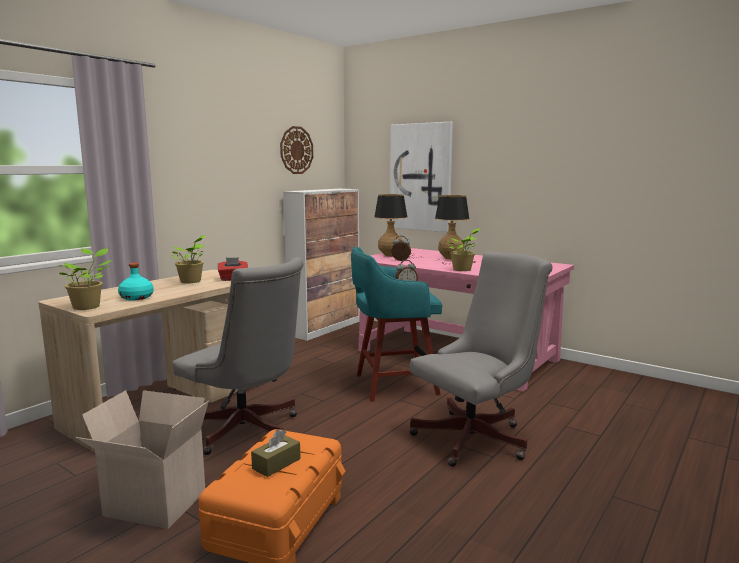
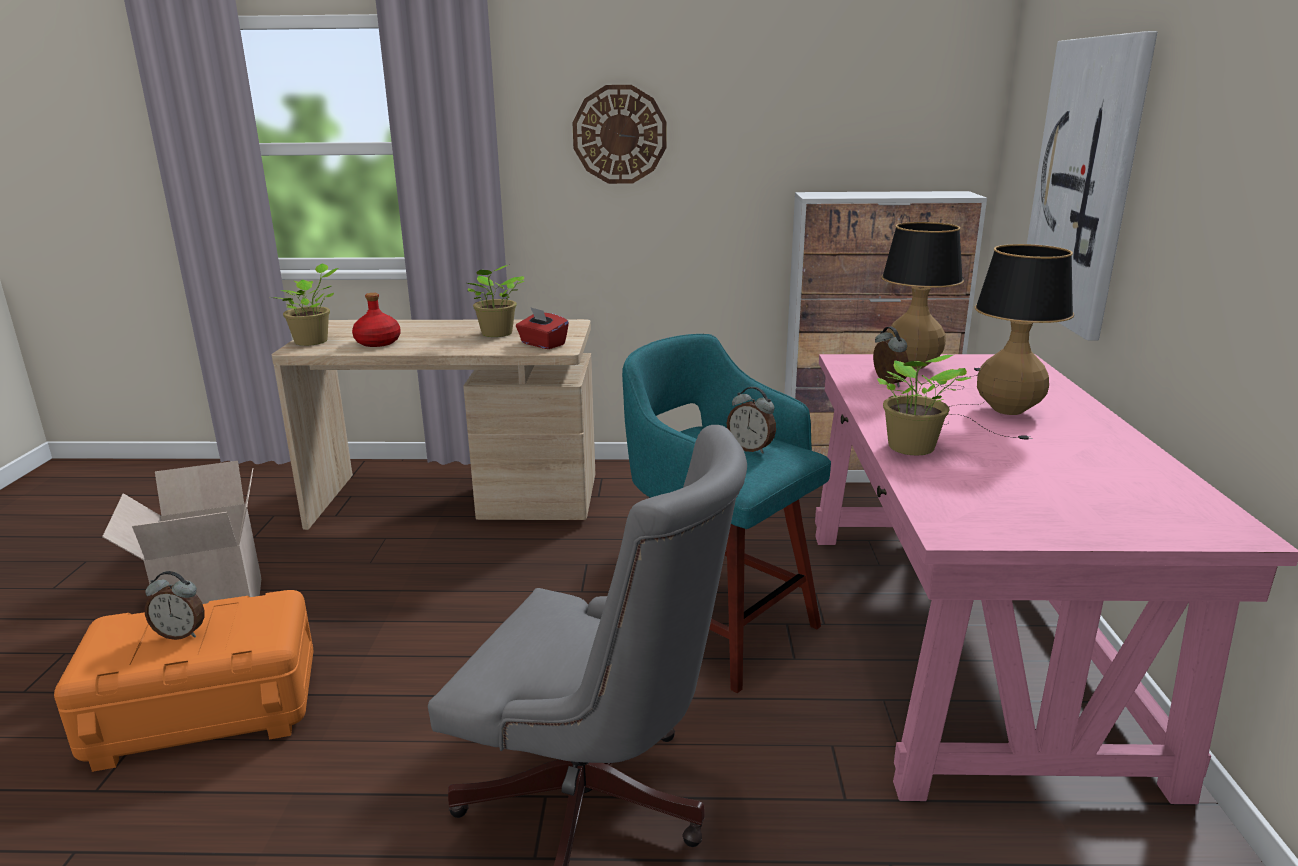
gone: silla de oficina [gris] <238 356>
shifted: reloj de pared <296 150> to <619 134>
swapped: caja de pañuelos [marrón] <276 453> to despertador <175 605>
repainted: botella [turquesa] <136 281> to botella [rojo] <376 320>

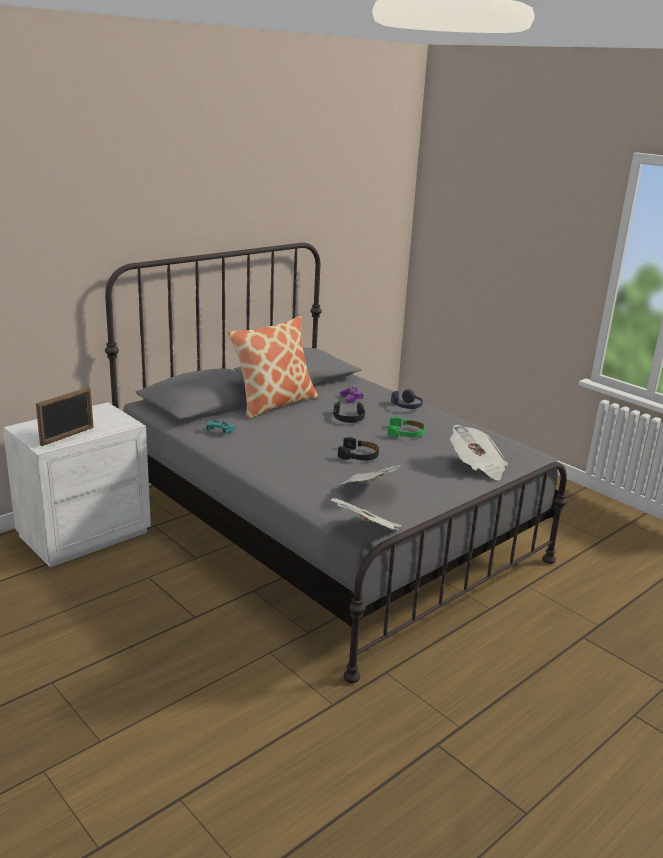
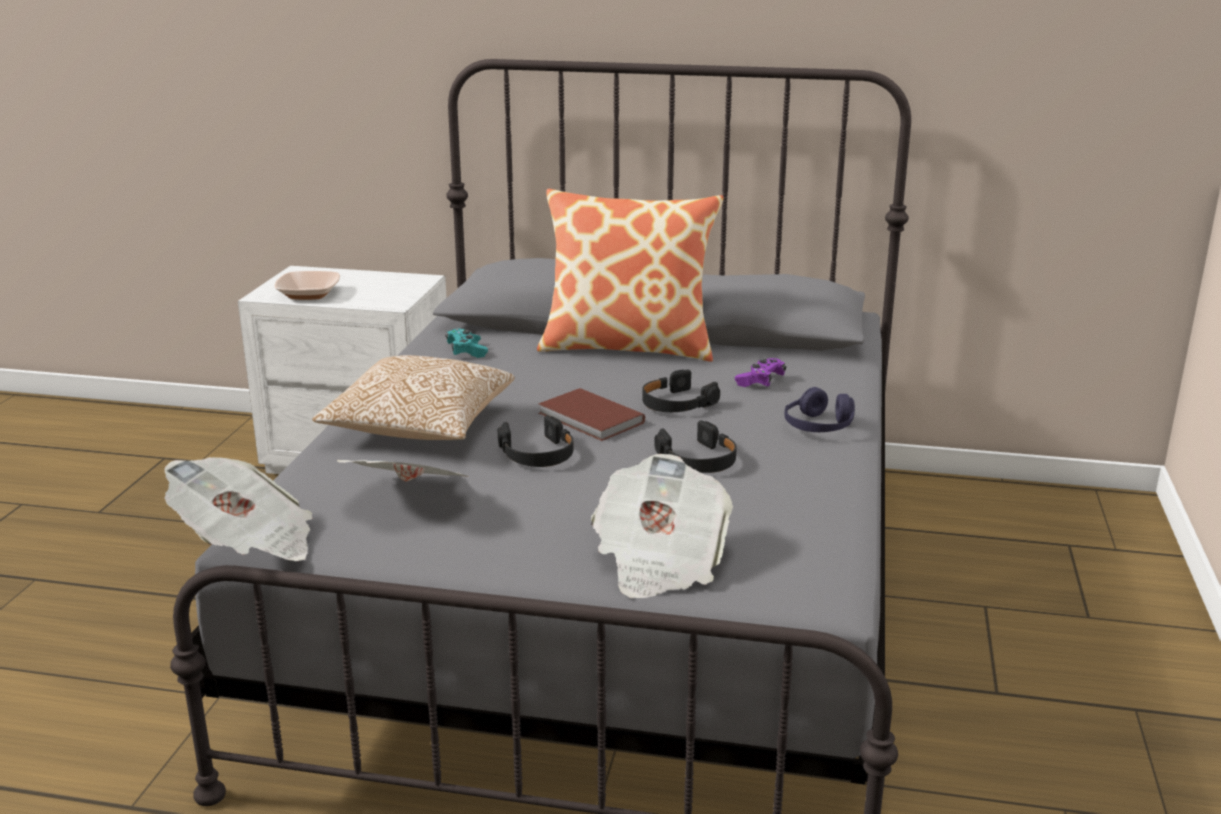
new: cojín <413 397>; libro [marrón] <591 414>
swapped: portarretratos <65 416> to cuenco <307 285>
repainted: auriculares [verde] <406 427> to auriculares [negro] <695 446>

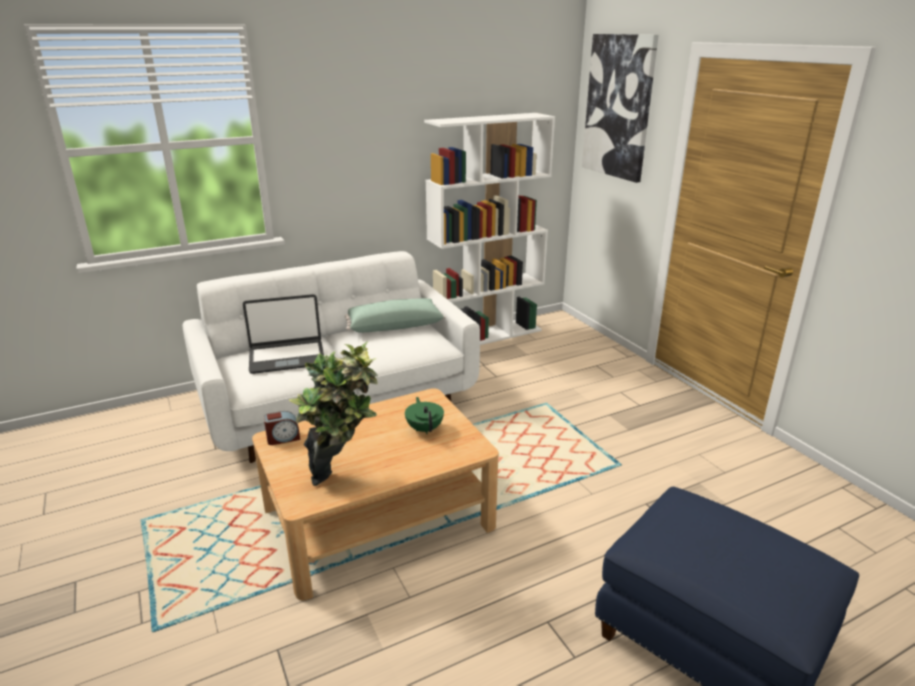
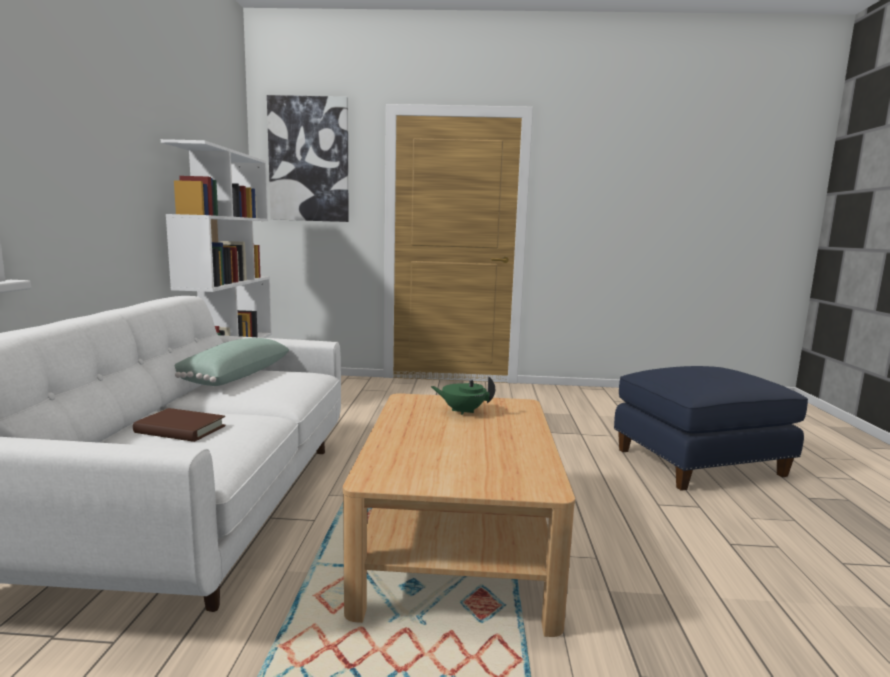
gone: despertador <282 428>; planta en maceta <333 413>
swapped: portátil <283 334> to libro [marrón] <179 425>

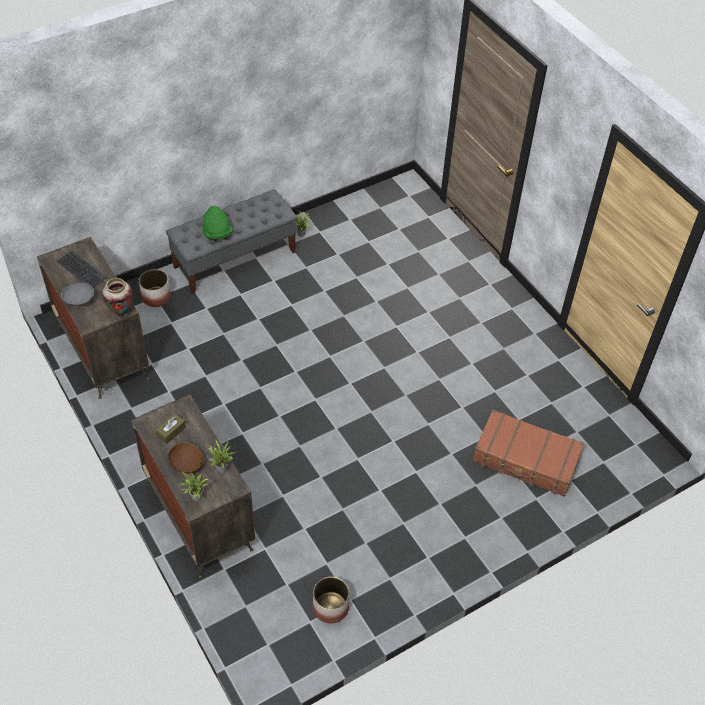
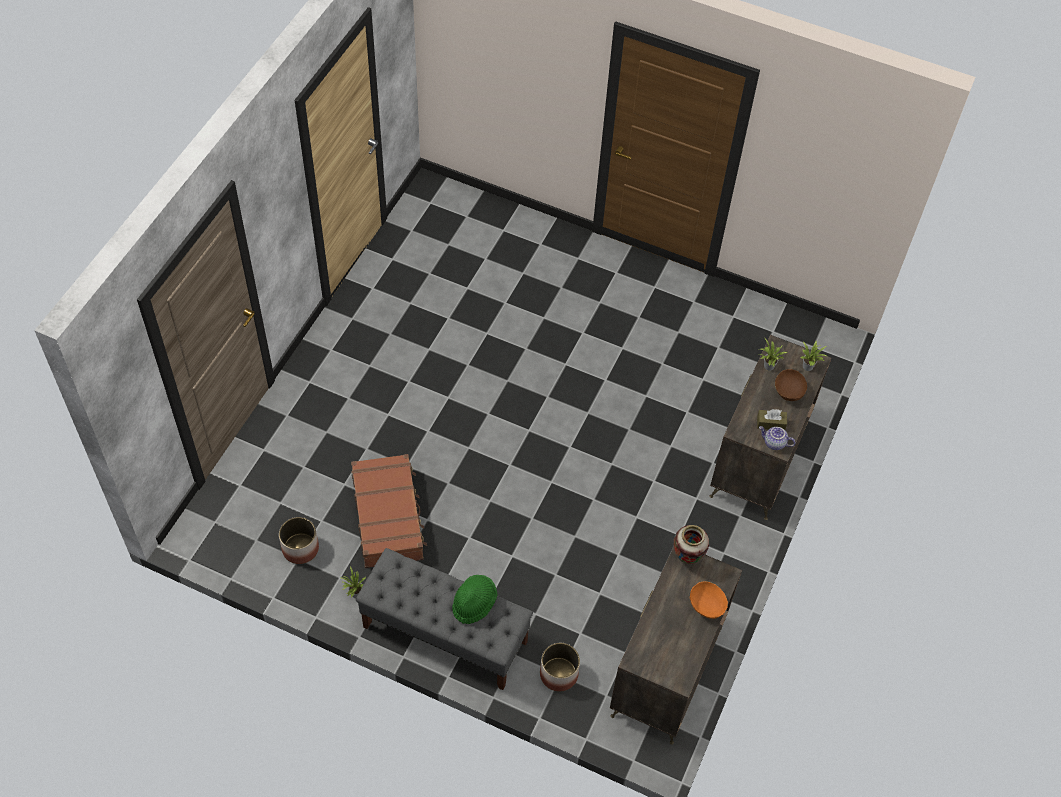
gone: teclado <82 269>
new: tetera <777 438>
shifted: maceta <331 600> to <299 540>; maleta [marrón] <528 453> to <389 511>
repainted: cuenco [gris] <77 294> to cuenco [naranja] <709 600>

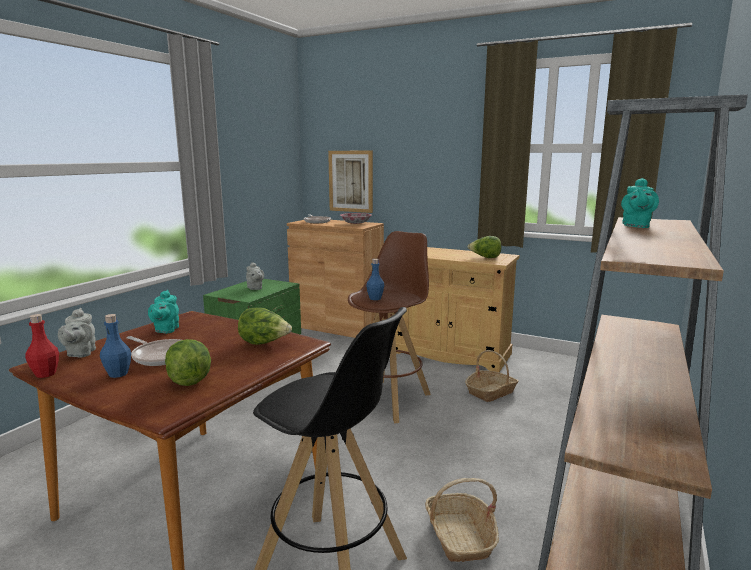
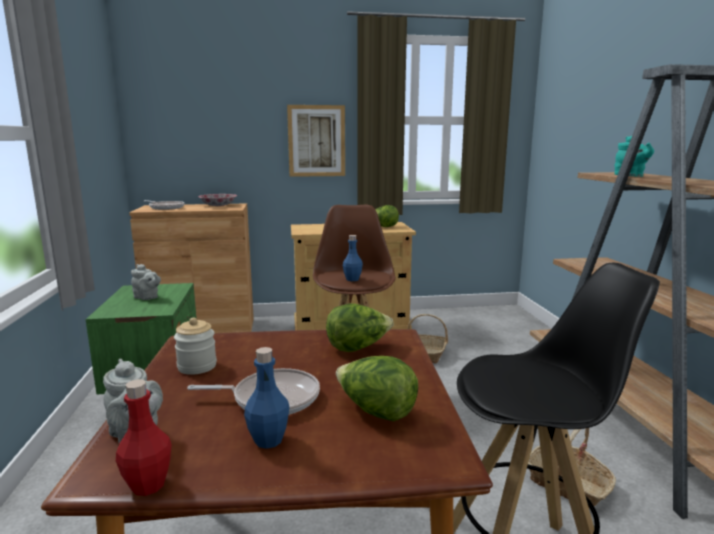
shifted: cuadro <350 182> to <316 141>
swapped: tetera [turquesa] <163 311> to tarro <195 346>

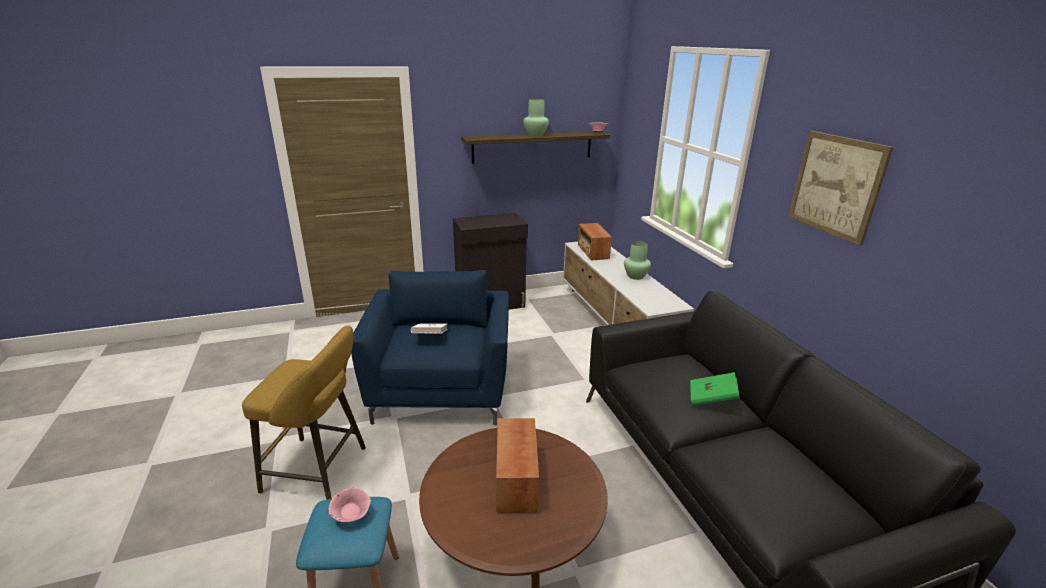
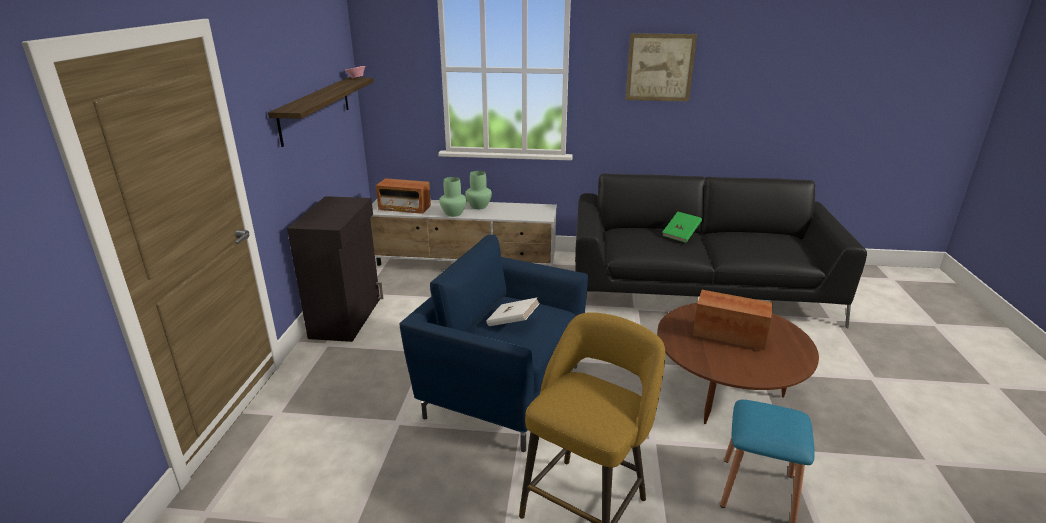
gone: cuenco [rosa] <349 505>
shifted: florero [verde] <536 118> to <453 197>

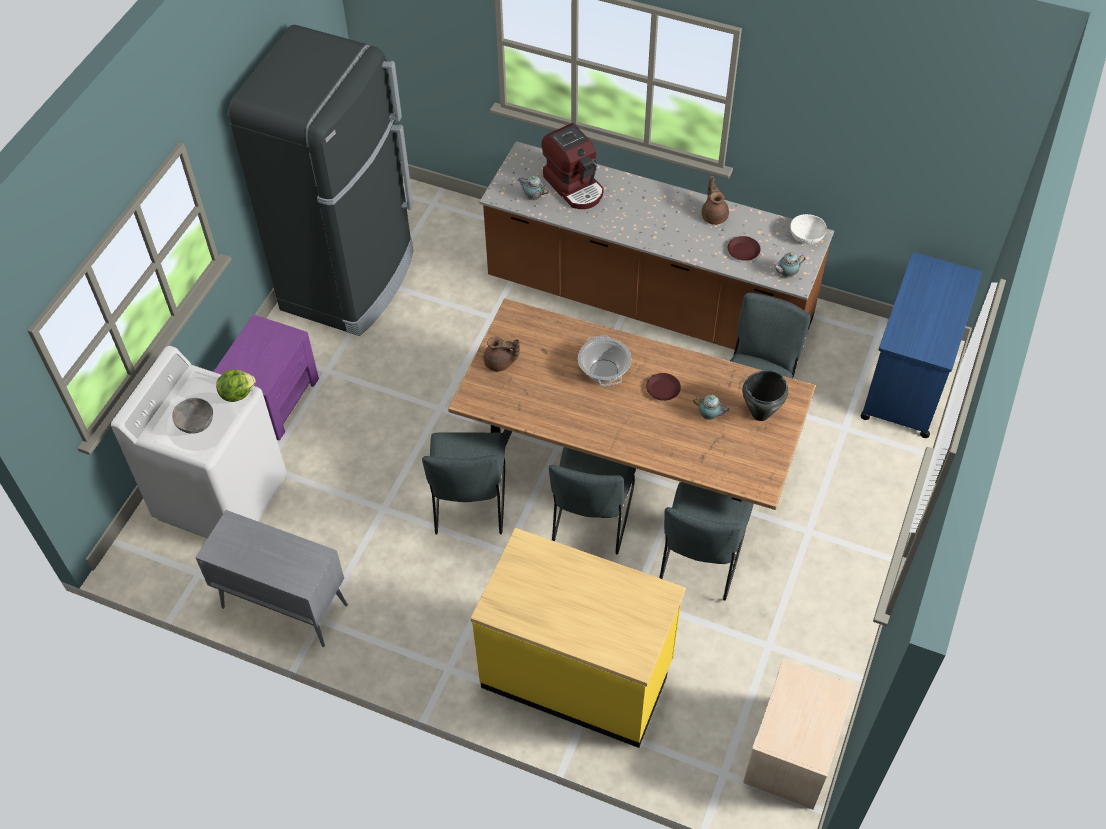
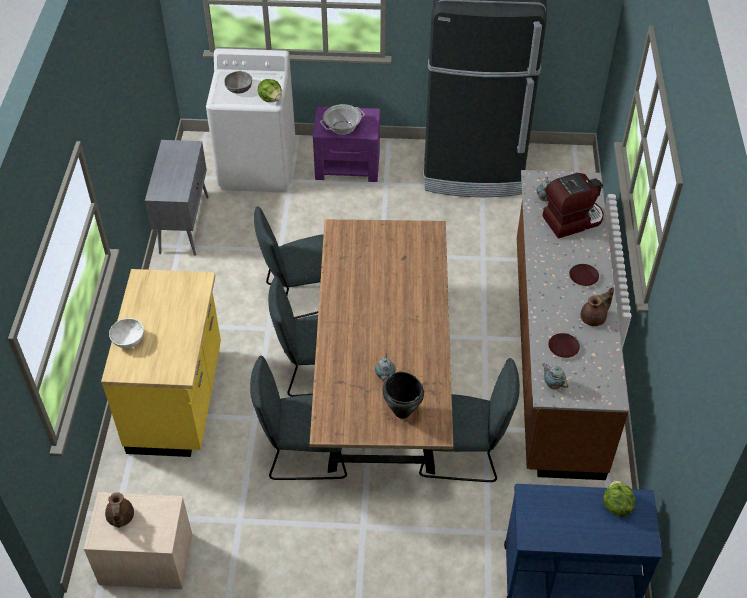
new: lechuga <619 498>
shifted: tetera [marrón] <502 353> to <119 510>; olla <604 360> to <342 119>; plato [marrón] <663 387> to <584 275>; cuenco [blanco] <808 229> to <126 333>
rotated: cafetera <573 166> = <572 206> 150 degrees counterclockwise

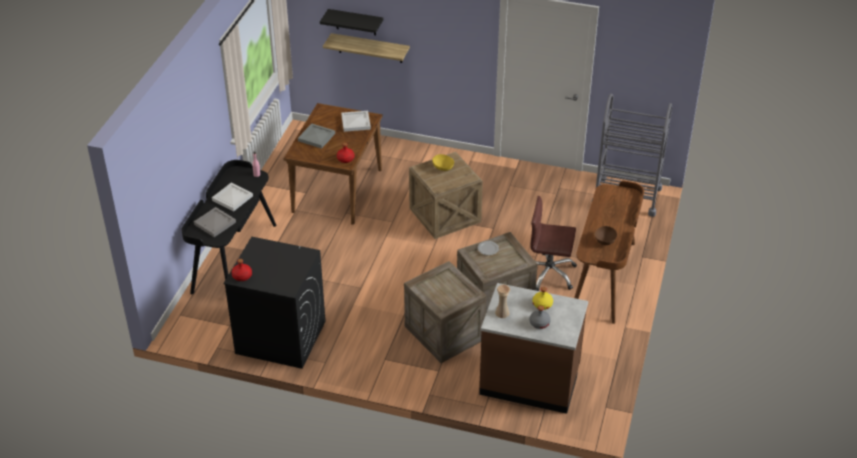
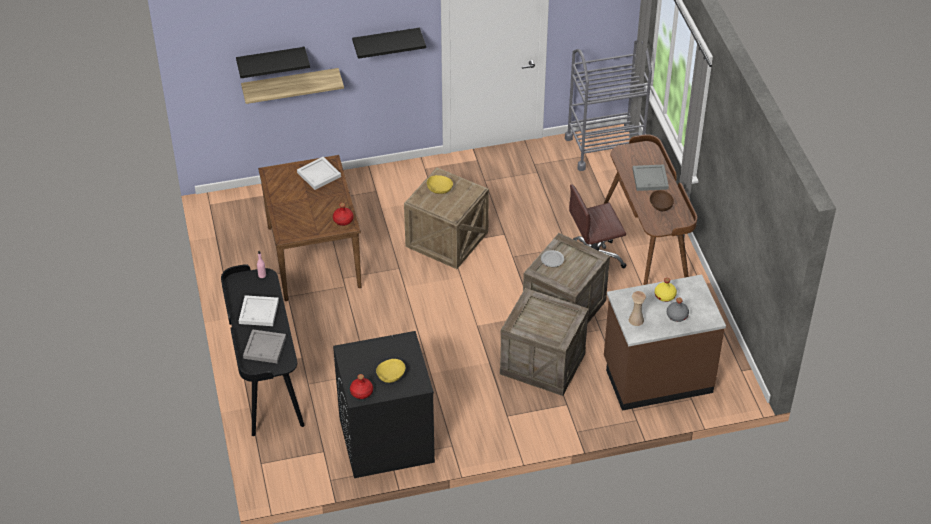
new: estante [negro] <389 43>; cuenco [amarillo] <390 371>
shifted: bandeja [gris] <316 136> to <651 177>

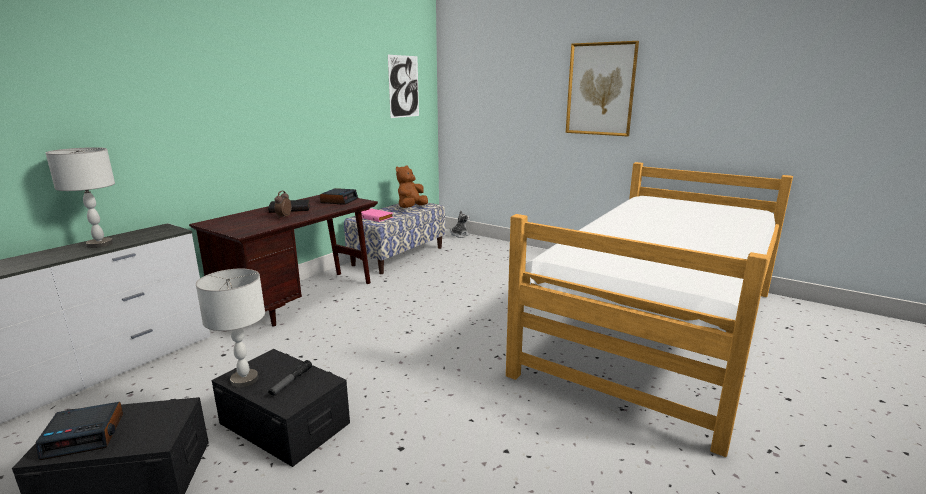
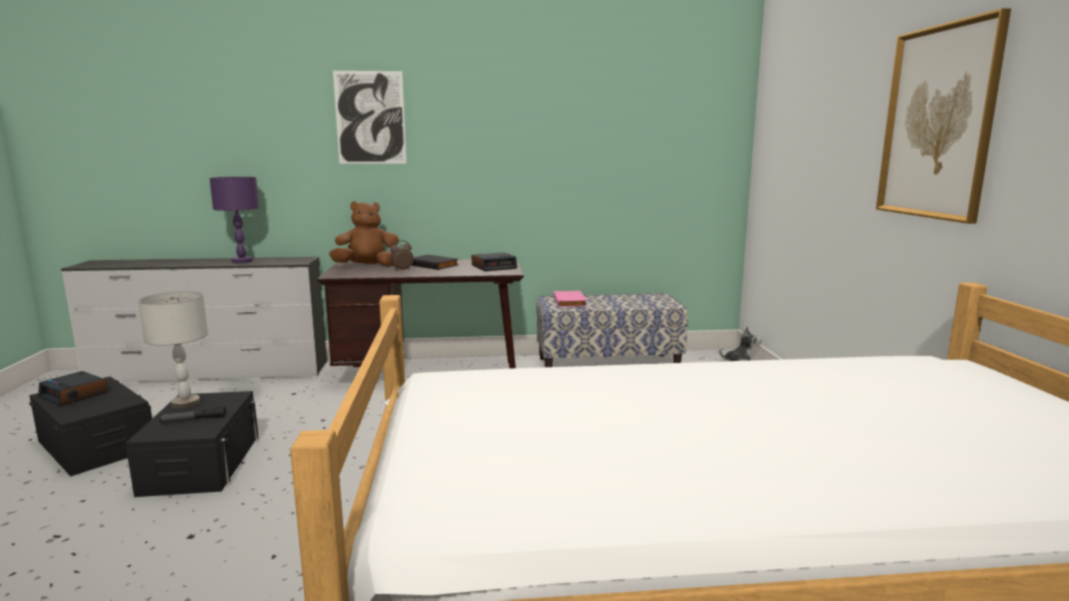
shifted: cuadro <403 86> to <369 117>; peluche [marrón] <412 186> to <364 234>
repainted: lámpara de mesa [gris] <80 197> to lámpara de mesa [morado] <234 220>

